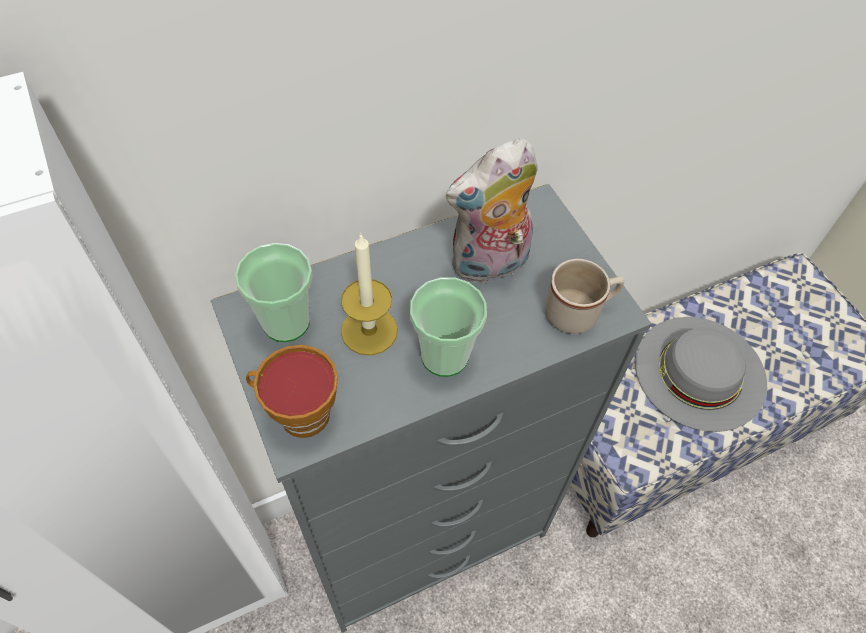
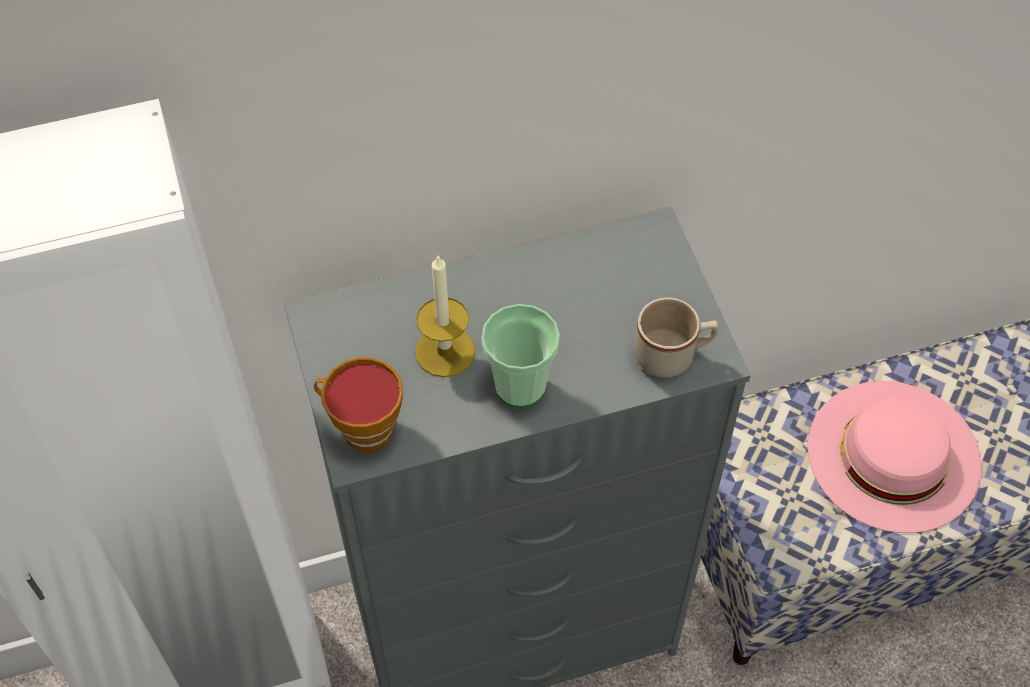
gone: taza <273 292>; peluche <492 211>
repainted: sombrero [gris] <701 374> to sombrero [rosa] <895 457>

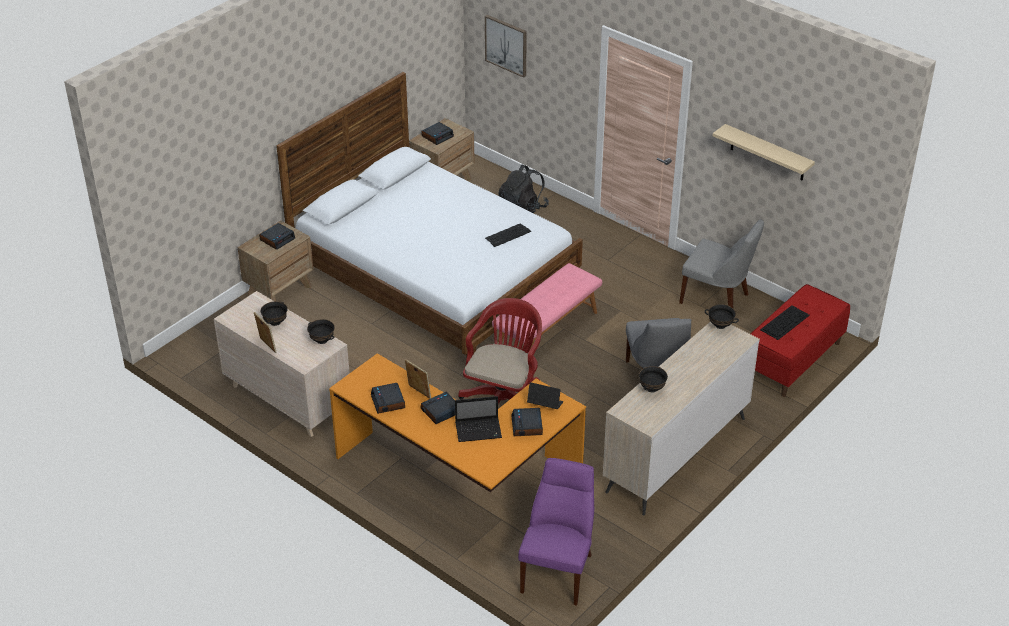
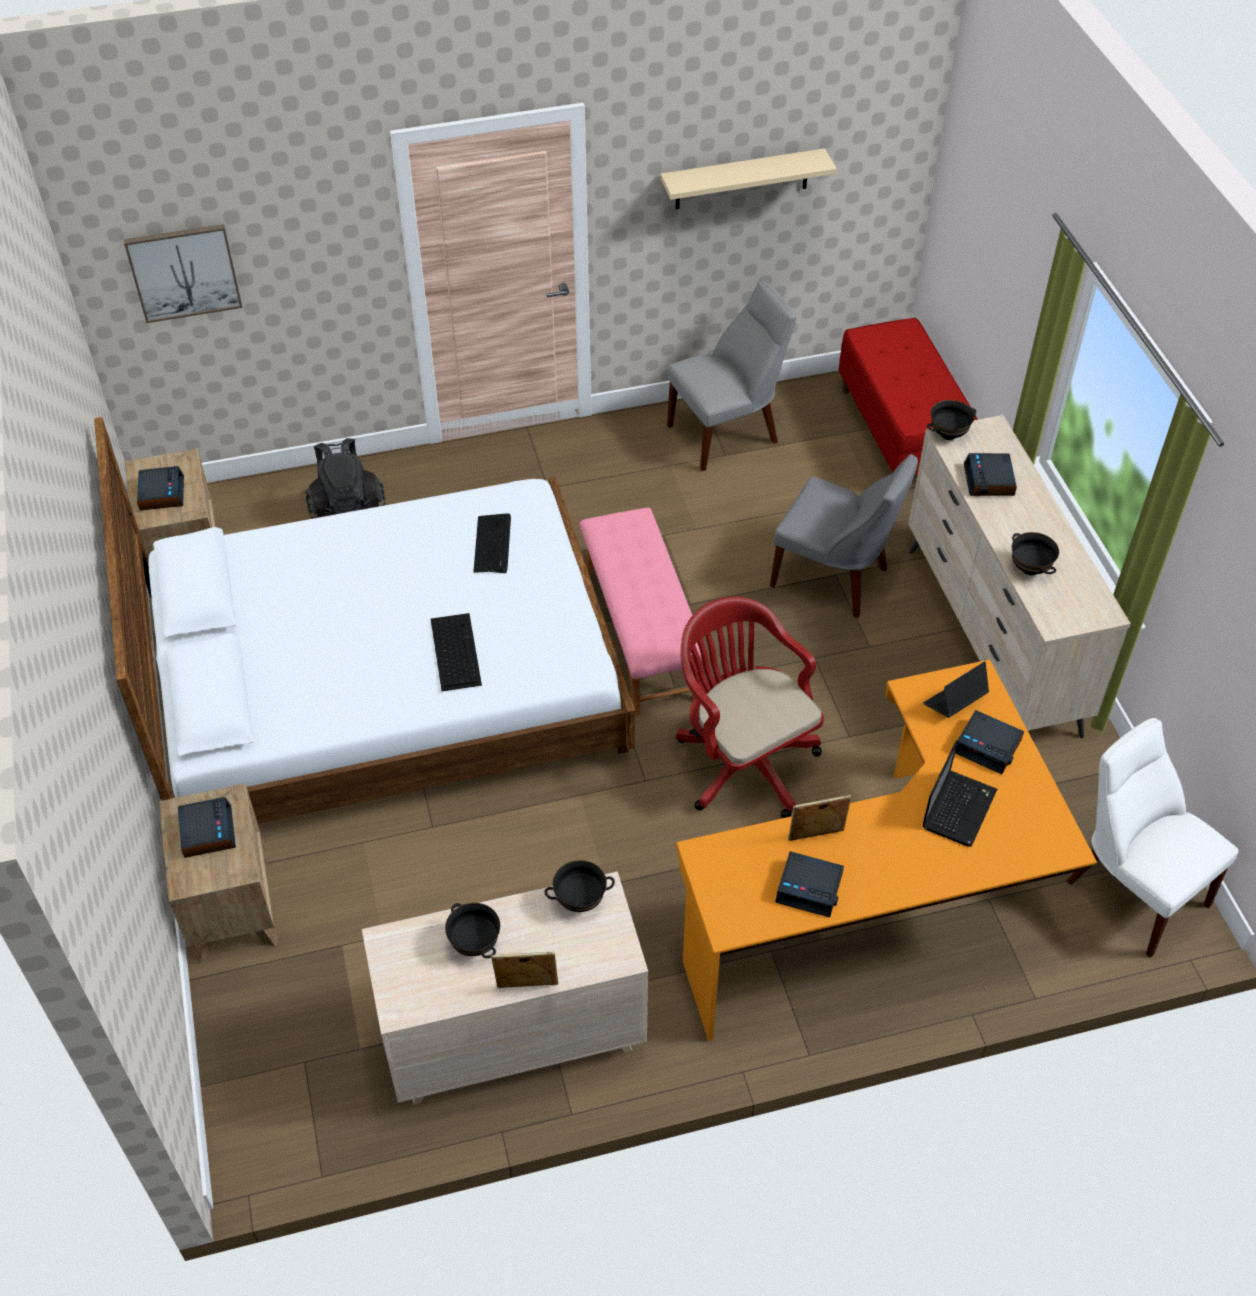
shifted: despertador <437 408> to <990 474>; teclado <785 322> to <456 652>
repainted: silla [morado] <556 531> to silla [blanco] <1153 838>

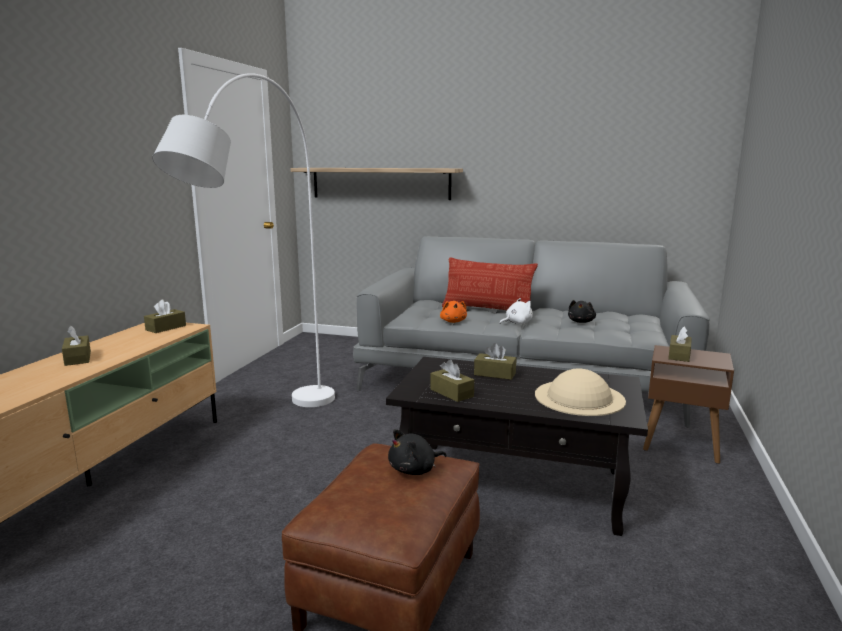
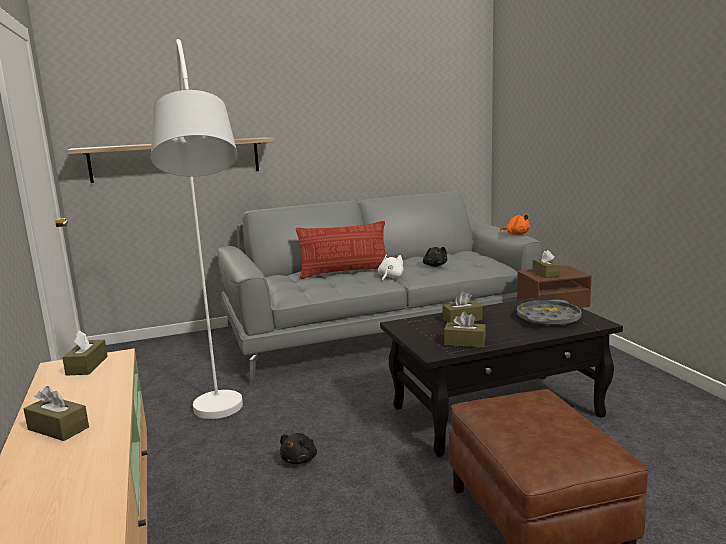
shifted: peluche [negro] <417 452> to <298 448>; peluche [naranja] <453 312> to <515 224>
swapped: sombrero [beis] <580 392> to bandeja [gris] <549 313>

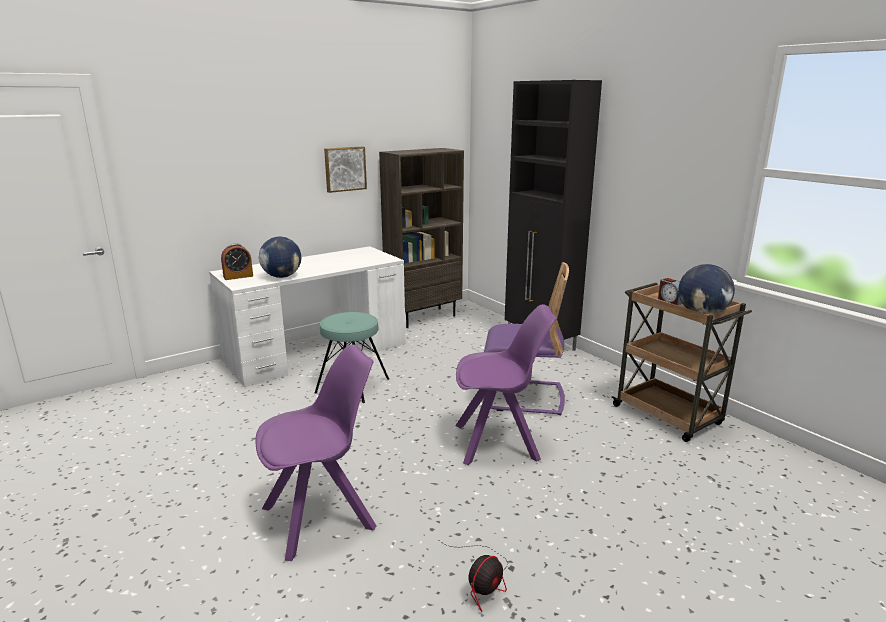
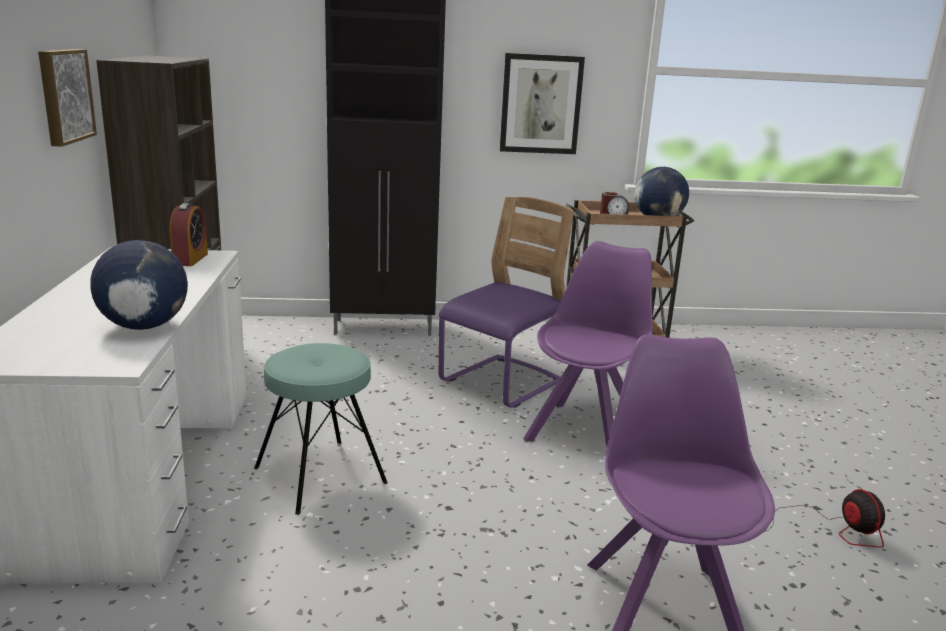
new: cuadro <542 103>
shifted: despertador <237 261> to <188 234>

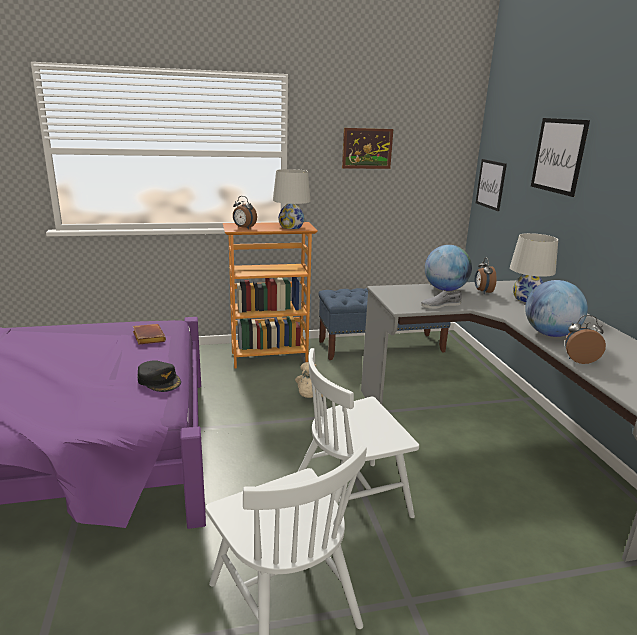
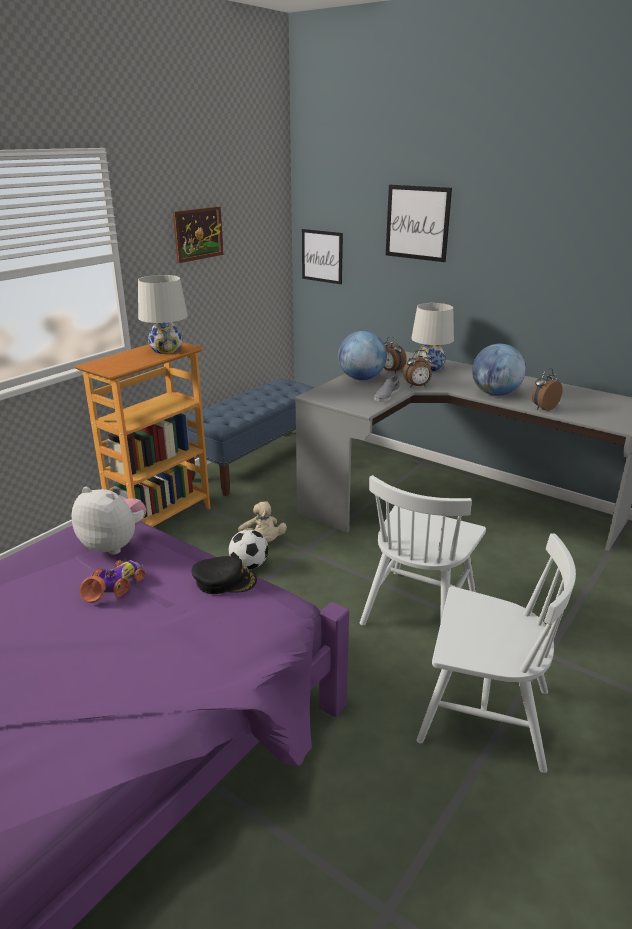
new: coche de juguete <112 581>; balón de fútbol <248 549>
shifted: despertador <245 212> to <418 368>
swapped: libro [marrón] <149 334> to peluche <109 521>

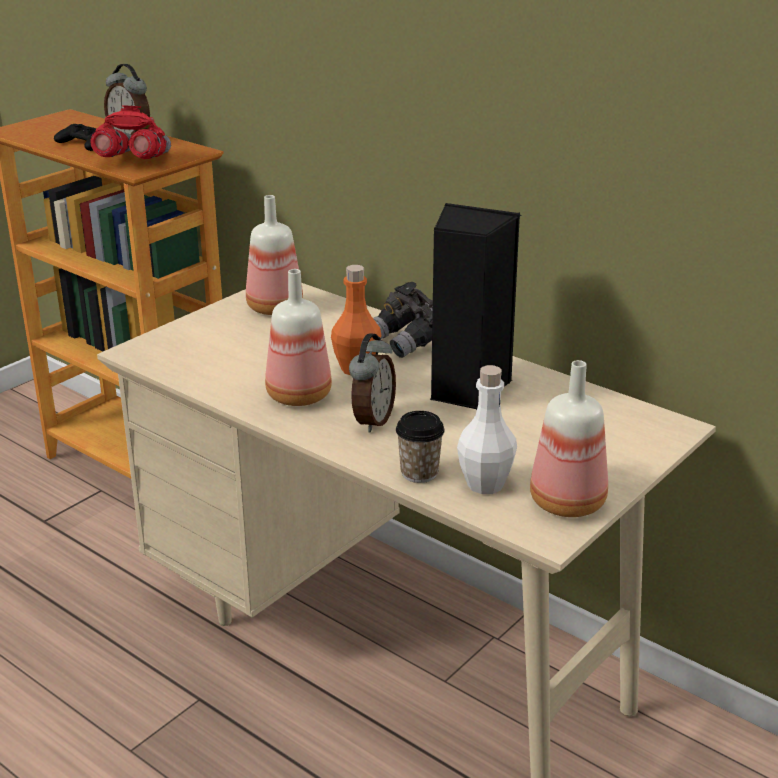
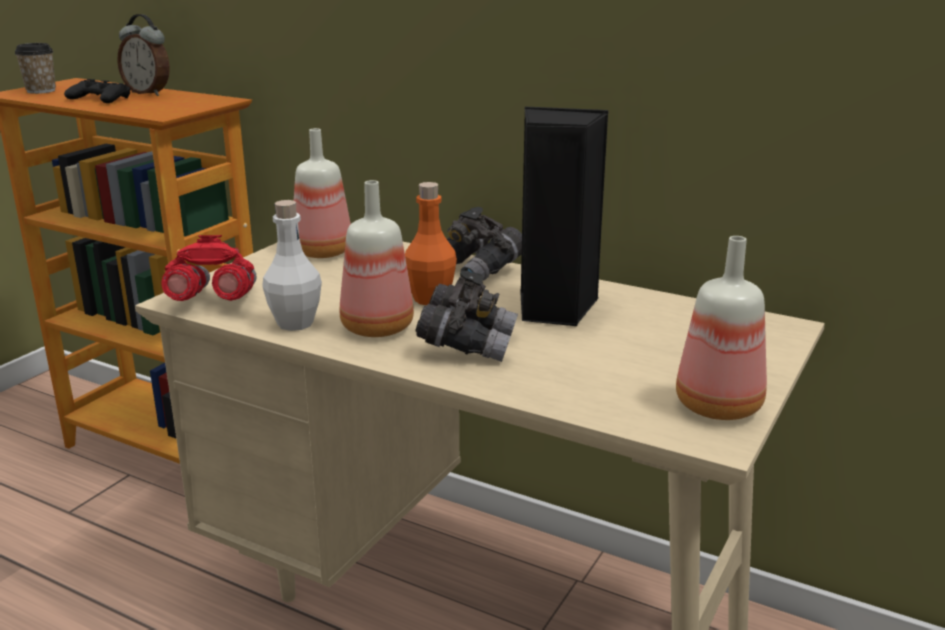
shifted: prismáticos [rojo] <130 132> to <209 268>; taza <420 447> to <35 68>; botella [blanco] <487 429> to <292 265>
swapped: despertador <372 383> to prismáticos [gris] <466 316>

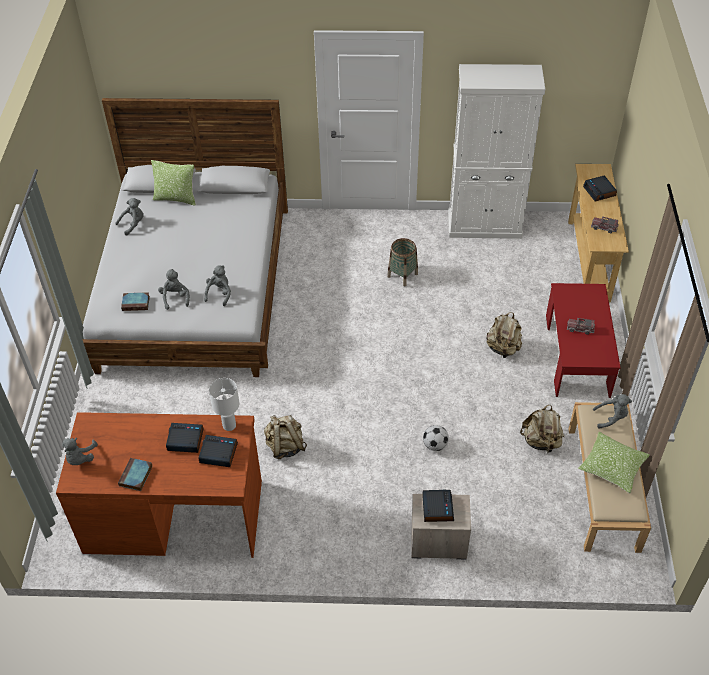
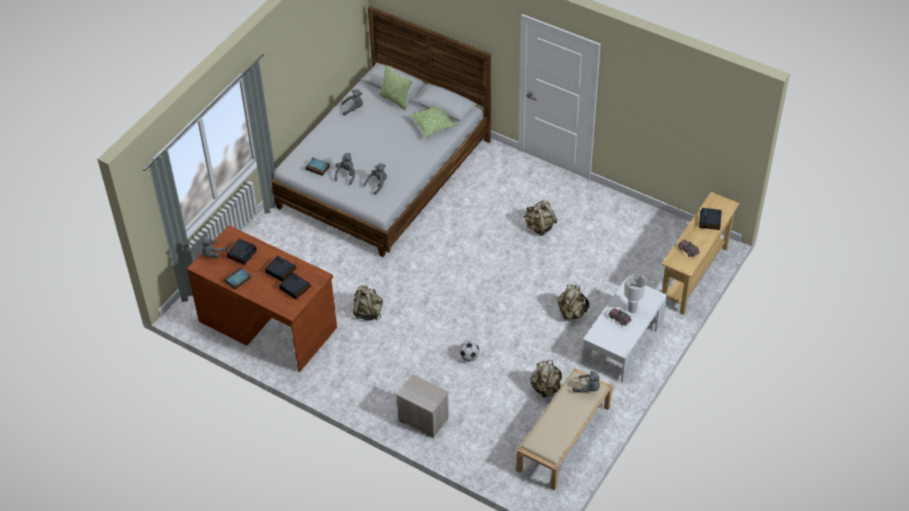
gone: armario [blanco] <496 151>
shifted: lámpara de mesa [blanco] <224 404> to <634 293>; despertador <438 505> to <242 252>; cojín <614 462> to <433 122>
swapped: cesta <402 262> to mochila [beis] <540 217>
repainted: mesa de centro [rojo] <583 340> to mesa de centro [blanco] <625 330>

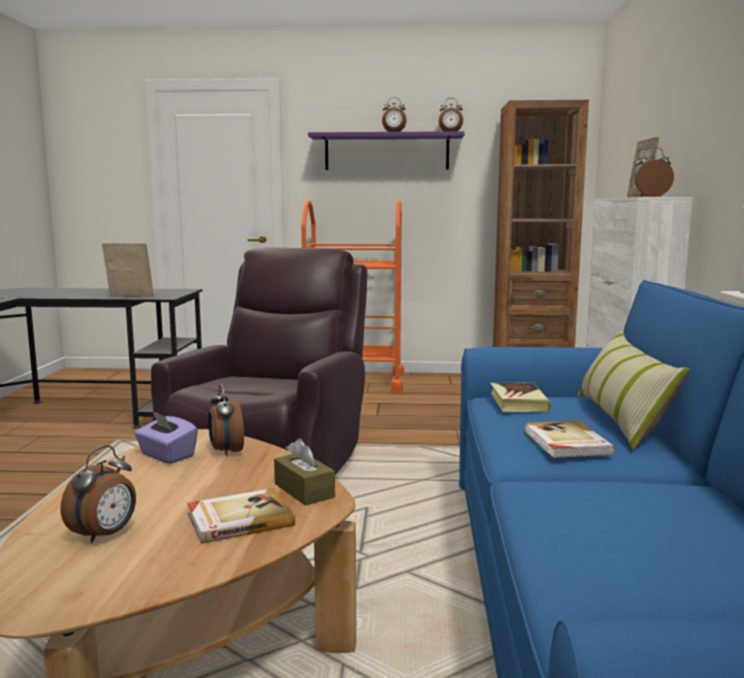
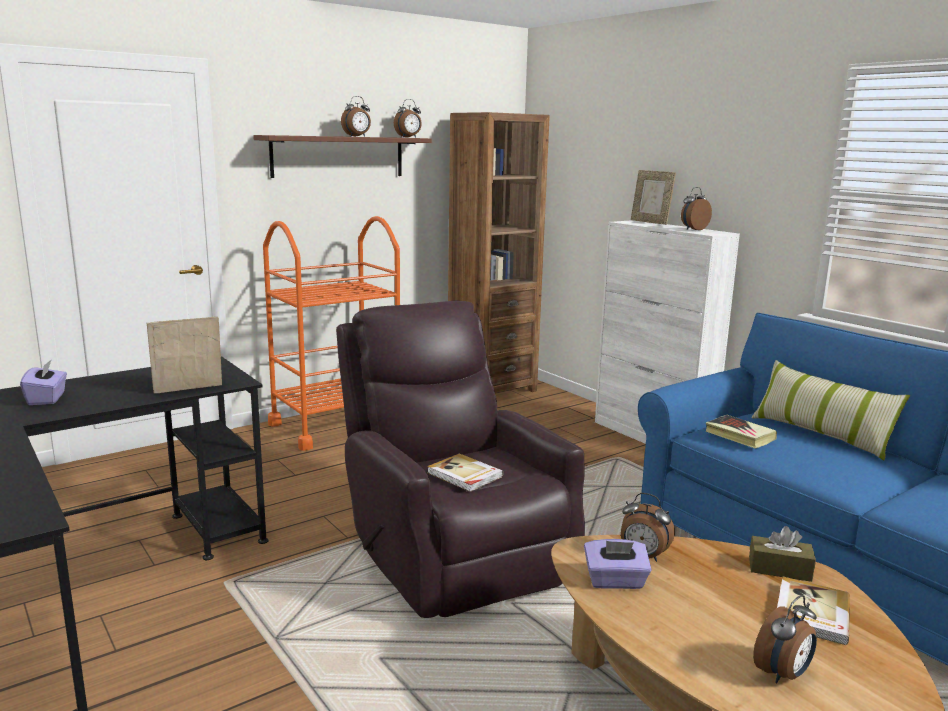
new: caja de pañuelos [morado] <43 382>
shifted: libro <569 439> to <465 472>
repainted: estante [morado] <386 150> to estante [marrón] <342 156>
rotated: despertador <98 494> = <785 639> 60 degrees clockwise

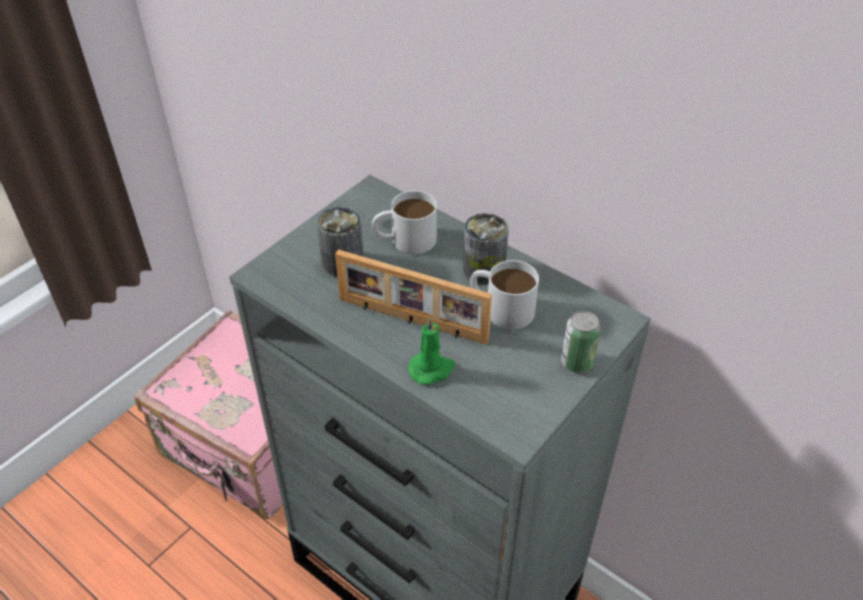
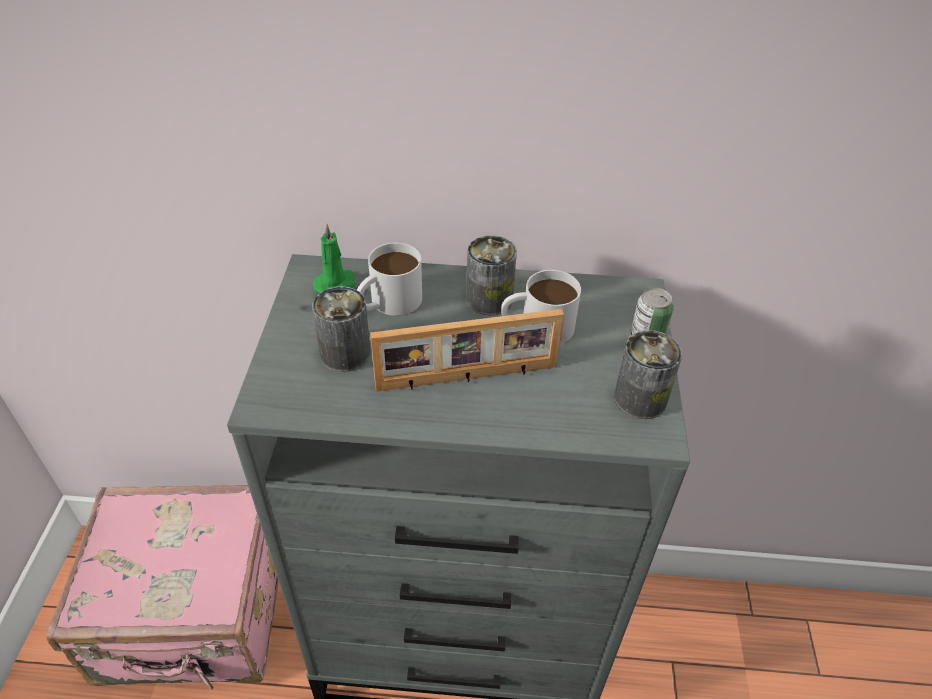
new: lata <648 374>
shifted: vela [verde] <431 350> to <334 258>

